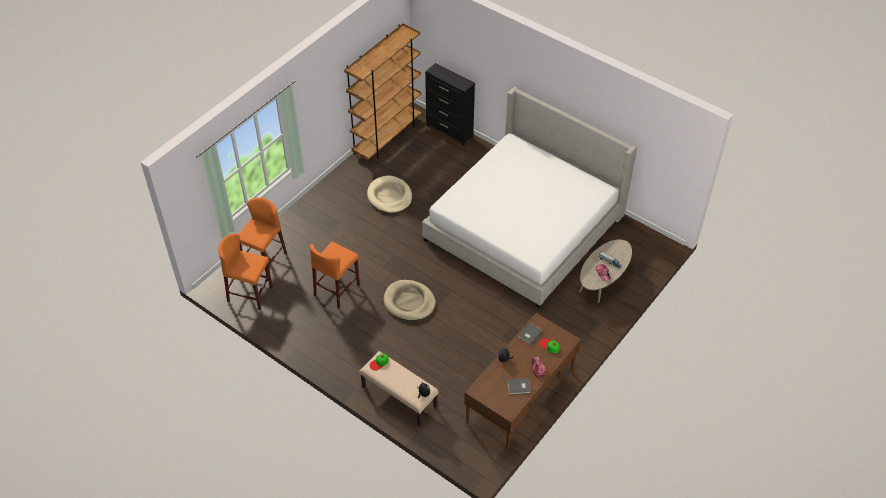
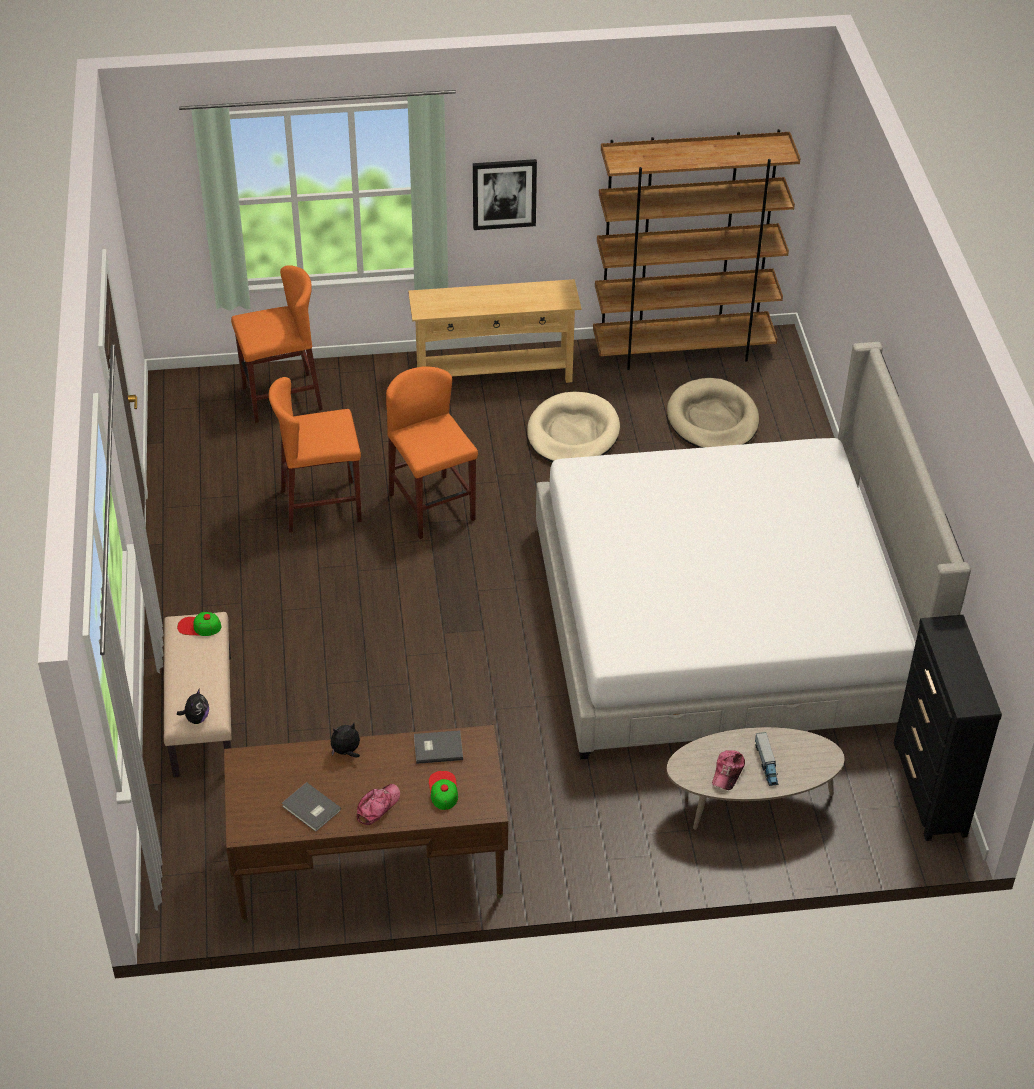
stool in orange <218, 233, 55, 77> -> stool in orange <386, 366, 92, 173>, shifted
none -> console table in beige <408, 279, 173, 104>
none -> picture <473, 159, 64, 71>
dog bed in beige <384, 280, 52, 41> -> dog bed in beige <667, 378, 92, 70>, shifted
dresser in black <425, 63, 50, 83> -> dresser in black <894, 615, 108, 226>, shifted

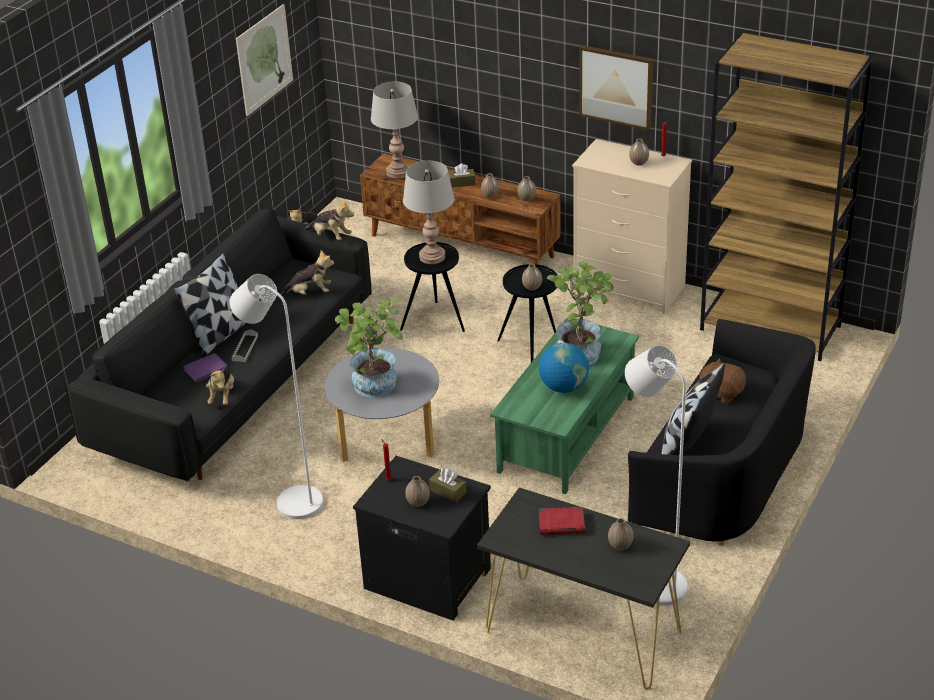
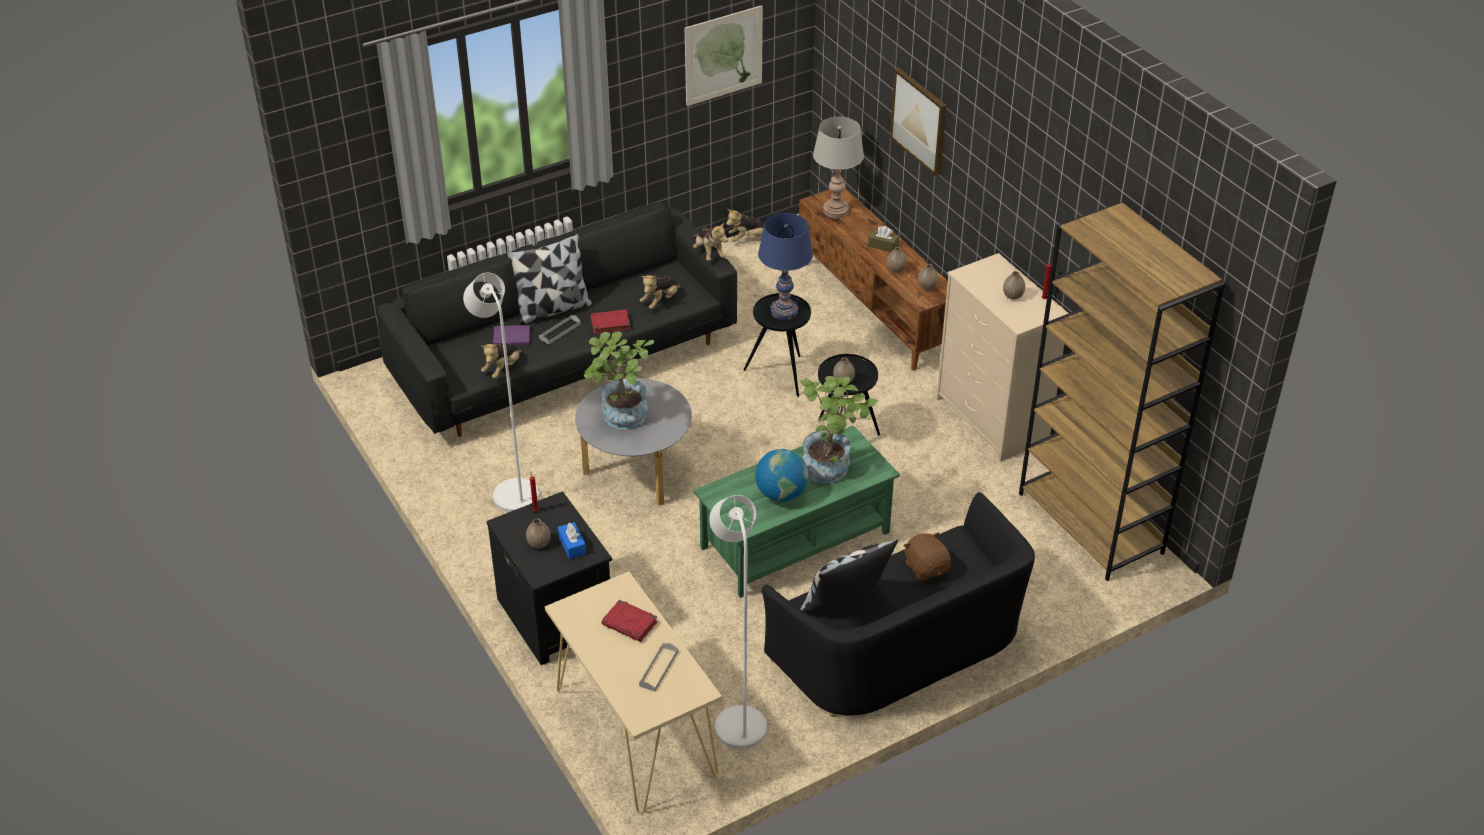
console table in black <477, 487, 213, 202> -> console table in beige <545, 572, 177, 242>
tissue box in brown <429, 469, 38, 33> -> tissue box in blue <558, 522, 28, 37>
none -> book in red <591, 309, 40, 25>
vase <608, 518, 25, 32> -> tray in grey <639, 643, 39, 48>
plush toy <280, 250, 54, 46> -> plush toy <640, 275, 41, 34>, 105 degrees clockwise
table lamp in grey <403, 161, 52, 103> -> table lamp in blue <758, 213, 55, 107>
picture <579, 45, 74, 85> -> picture <890, 68, 57, 108>, shifted

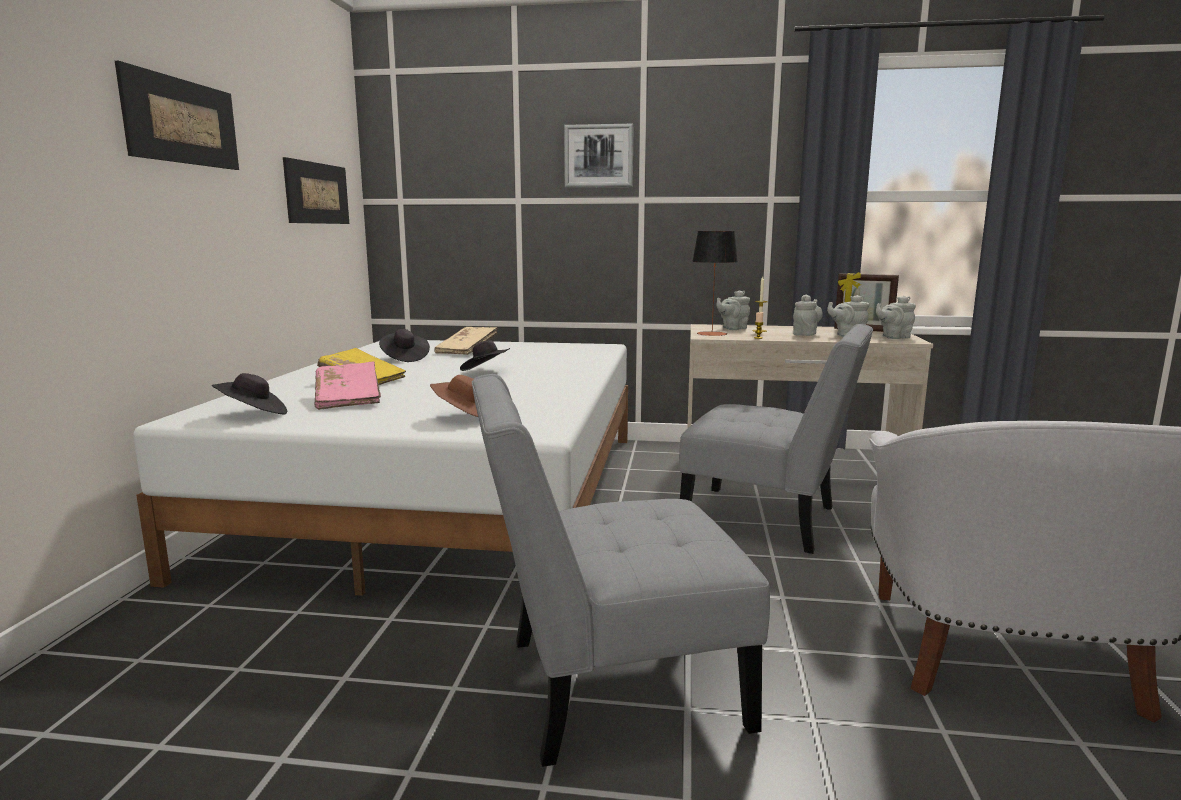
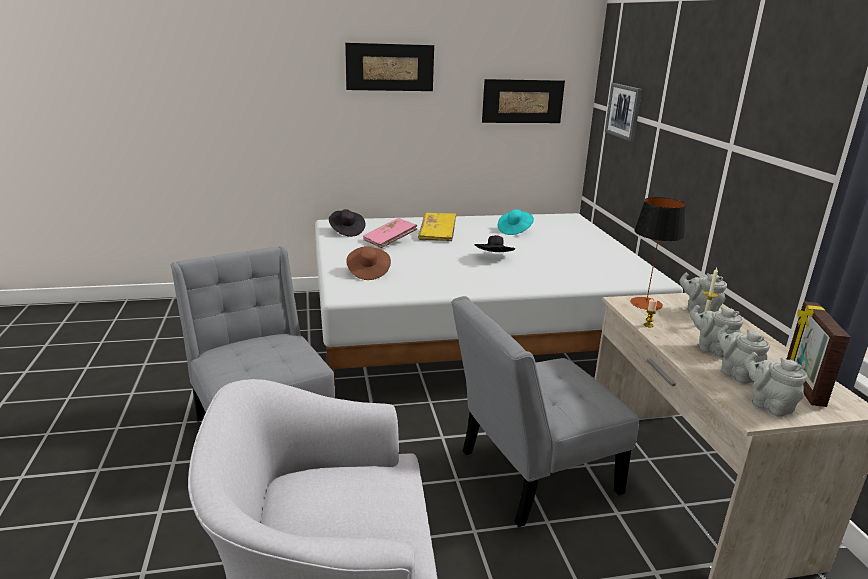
chair in grey <679, 324, 194, 230> -> chair in grey <451, 296, 188, 231>, 60 degrees clockwise
hat in black <379, 329, 51, 33> -> hat in turquoise <498, 209, 36, 26>
picture <564, 124, 70, 64> -> picture <605, 83, 37, 59>, shifted
teapot in grey <793, 294, 30, 42> -> teapot in grey <690, 305, 54, 52>, 150 degrees counterclockwise
book in beige <434, 327, 64, 28> -> none

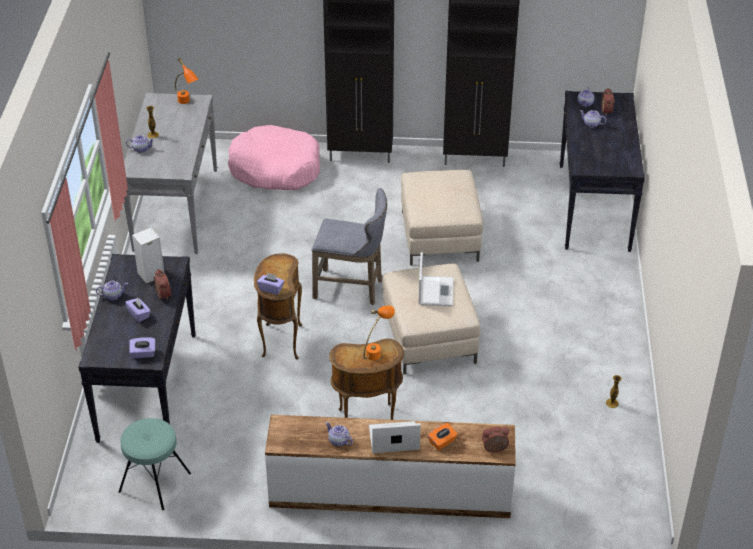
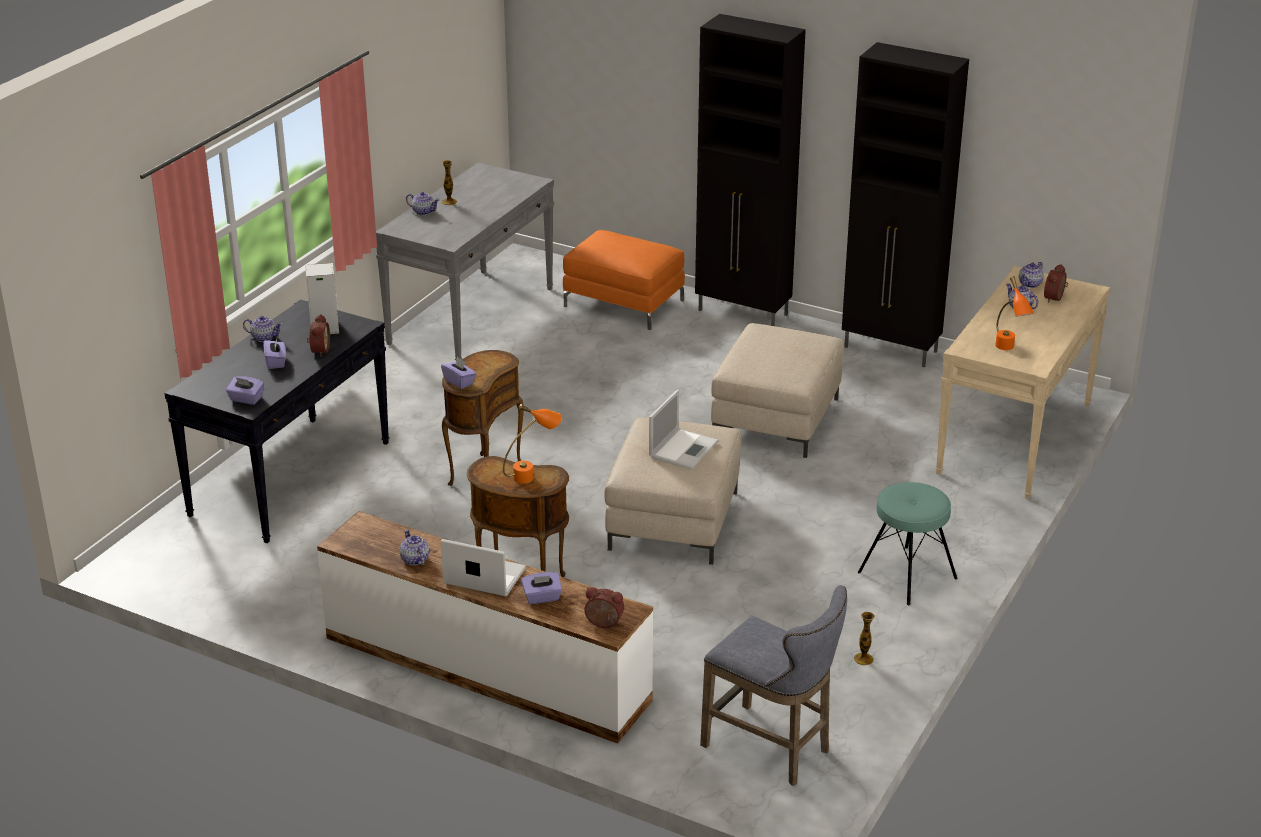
tissue box in orange <428, 423, 29, 27> -> tissue box in purple <521, 572, 41, 32>
dog bed in pink <228, 125, 92, 65> -> ottoman in orange <563, 230, 122, 100>
stool in grey <312, 188, 75, 117> -> stool in grey <700, 585, 147, 201>, shifted
stool in turquoise <118, 418, 73, 92> -> stool in turquoise <858, 482, 99, 123>, shifted
console table in black <560, 91, 85, 161> -> console table in beige <936, 266, 174, 233>
table lamp in orange <175, 58, 23, 46> -> table lamp in orange <995, 277, 38, 73>, shifted

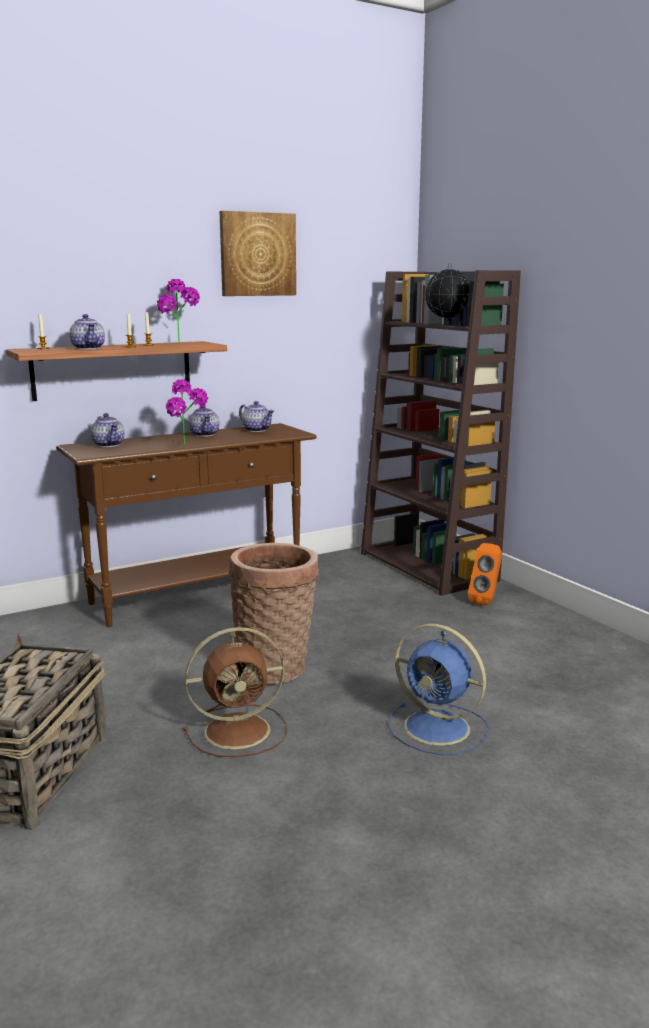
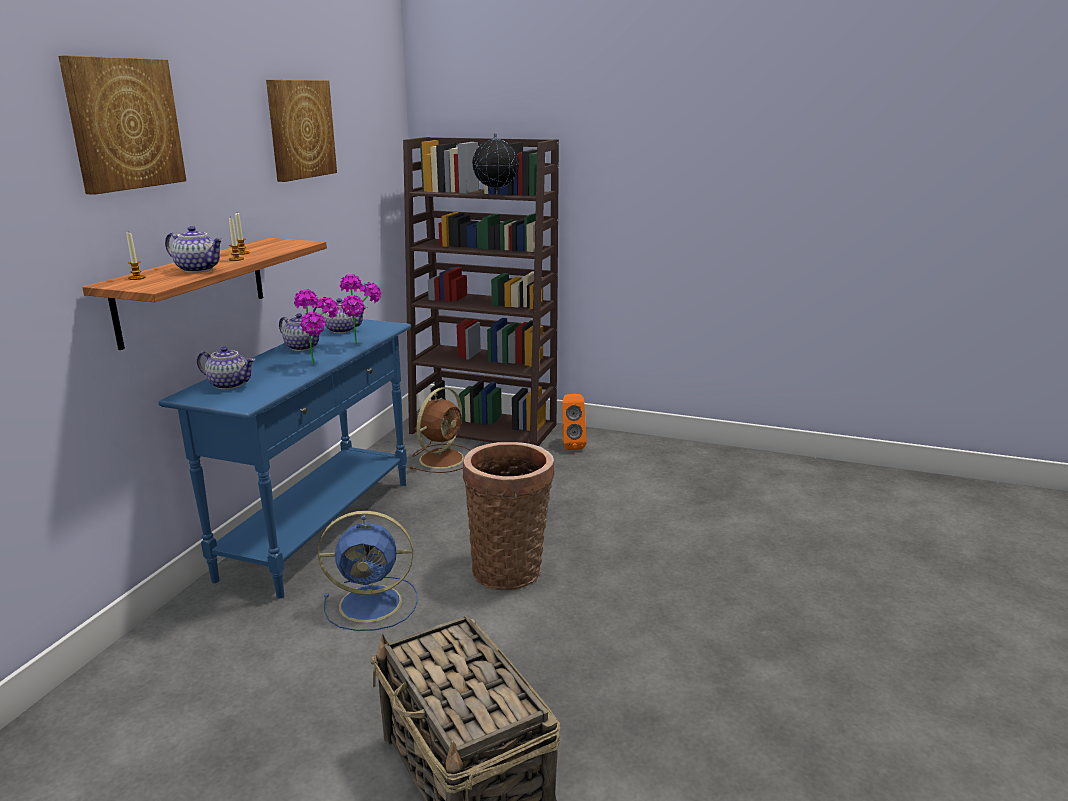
none -> picture <58, 56, 128, 139>
console table in brown <56, 423, 261, 204> -> console table in blue <159, 319, 252, 279>
fan in blue <388, 623, 101, 132> -> fan in blue <318, 511, 100, 120>, shifted
potted plant <157, 279, 43, 64> -> potted plant <340, 274, 41, 70>, shifted
fan in brown <183, 627, 104, 130> -> fan in brown <409, 387, 62, 86>, shifted

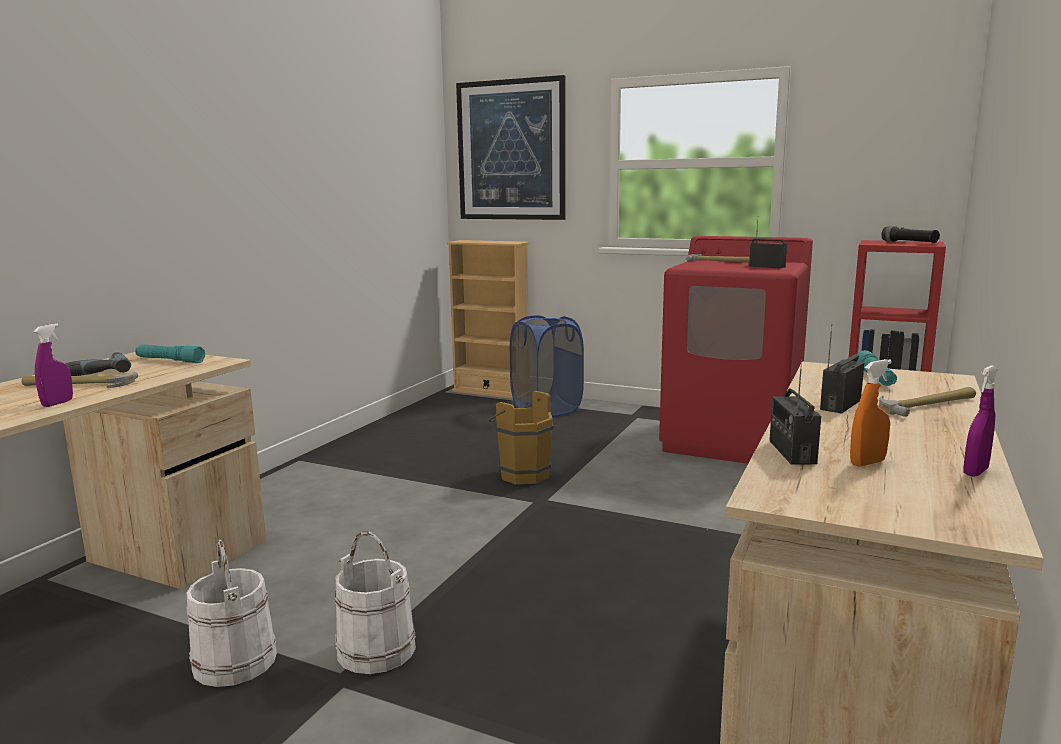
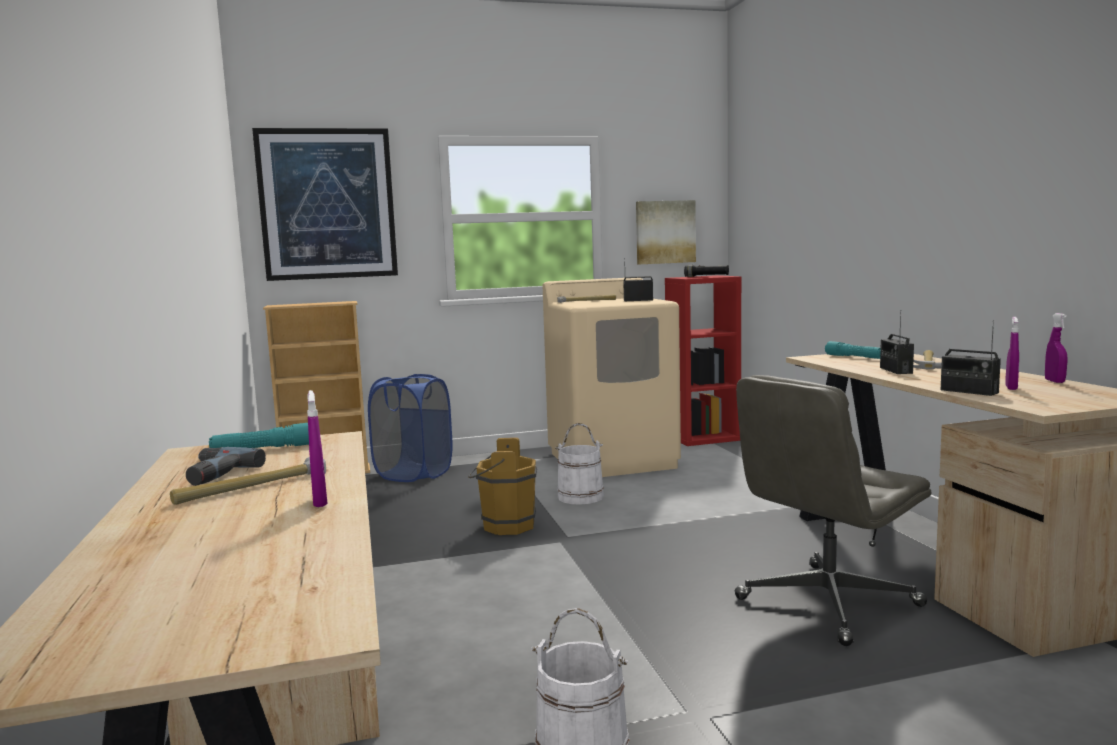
washing machine in red <659, 236, 154, 228> -> washing machine in beige <543, 278, 138, 199>
bucket in white <335, 531, 81, 143> -> bucket in white <555, 423, 49, 82>, shifted
none -> picture <636, 200, 60, 64>
none -> office chair in grey <735, 375, 196, 271>
spray bottle in orange <850, 359, 42, 107> -> spray bottle in purple <1005, 317, 14, 73>

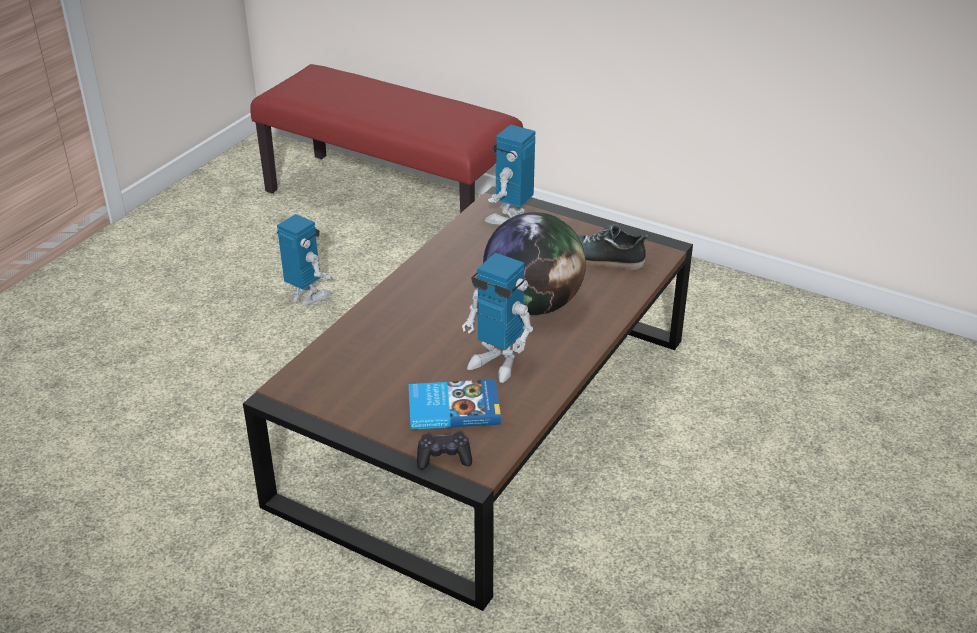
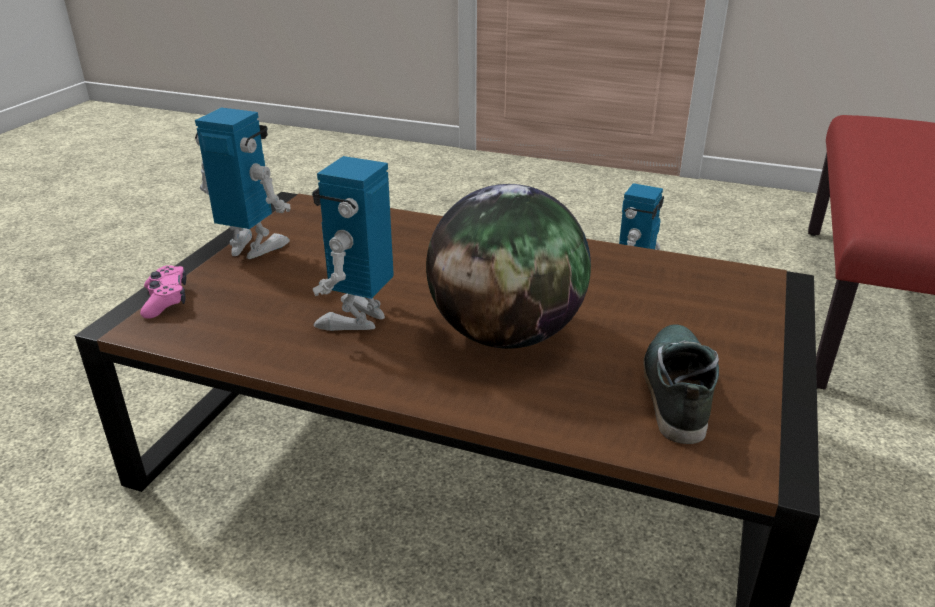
game controller in black <417, 432, 55, 38> -> game controller in pink <140, 265, 46, 54>
toy robot <484, 124, 52, 101> -> toy robot <195, 108, 96, 151>, shifted
book <409, 379, 92, 51> -> none

